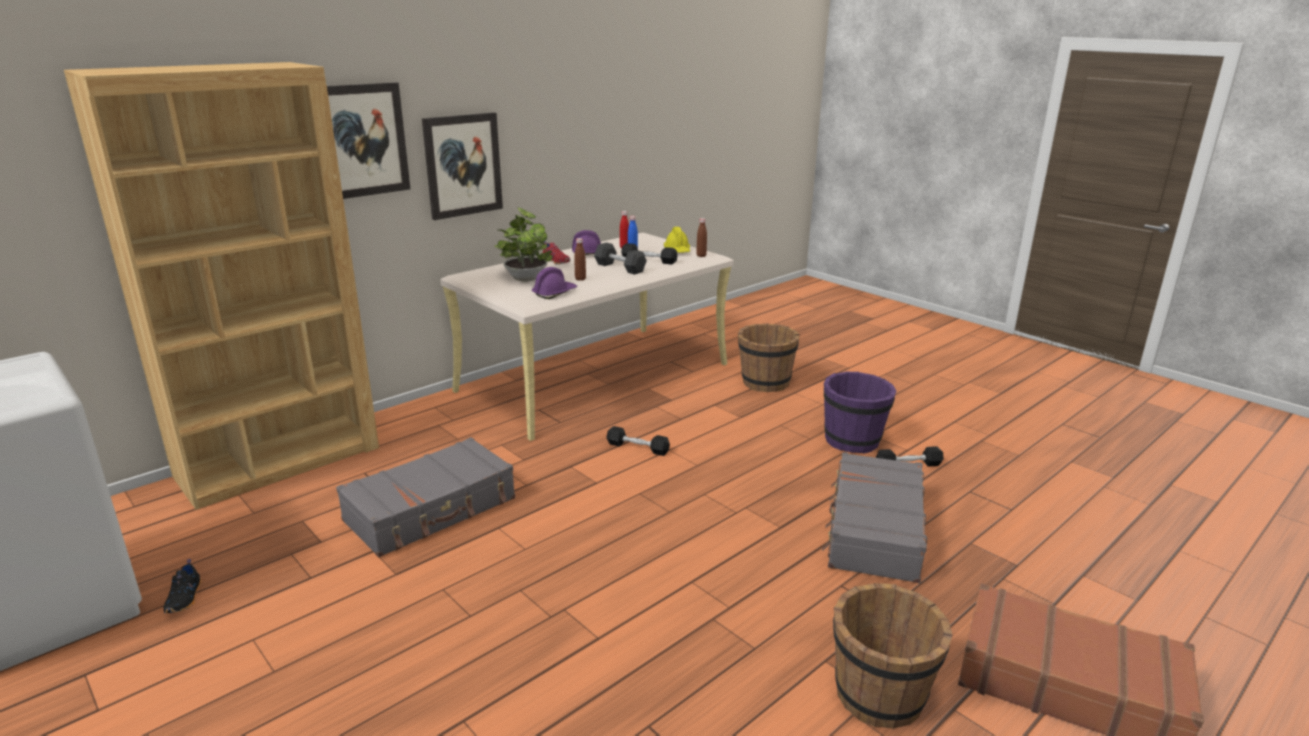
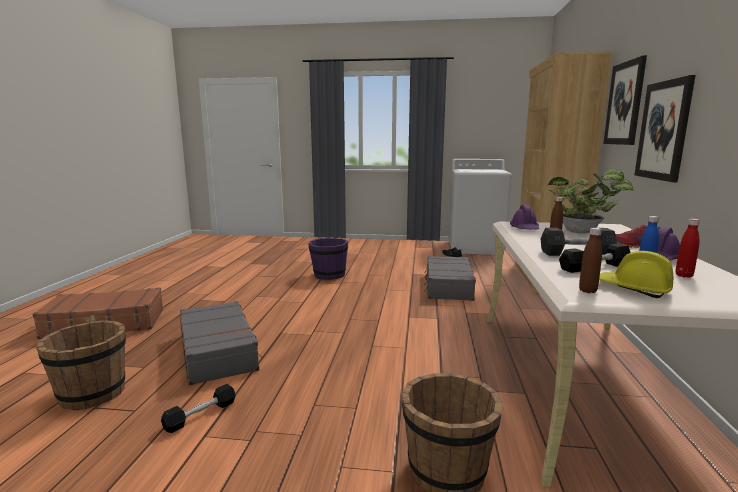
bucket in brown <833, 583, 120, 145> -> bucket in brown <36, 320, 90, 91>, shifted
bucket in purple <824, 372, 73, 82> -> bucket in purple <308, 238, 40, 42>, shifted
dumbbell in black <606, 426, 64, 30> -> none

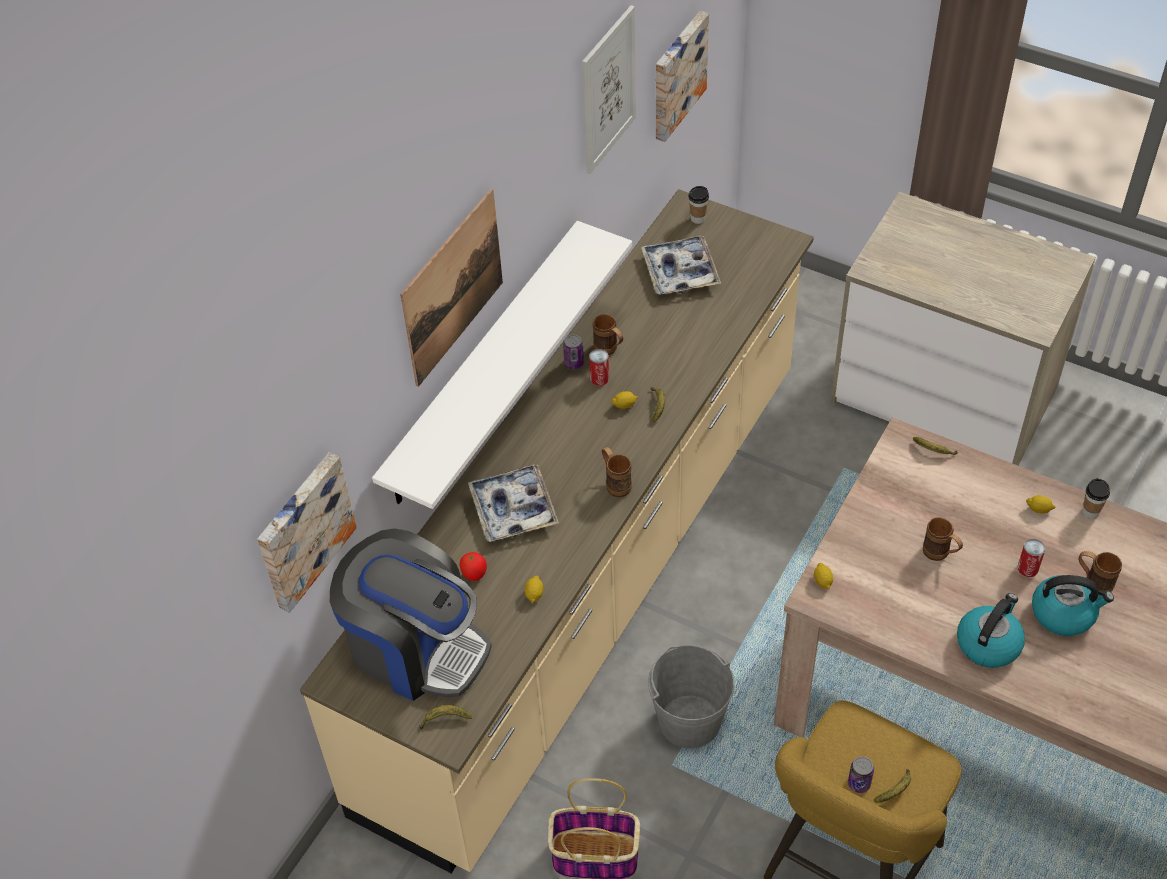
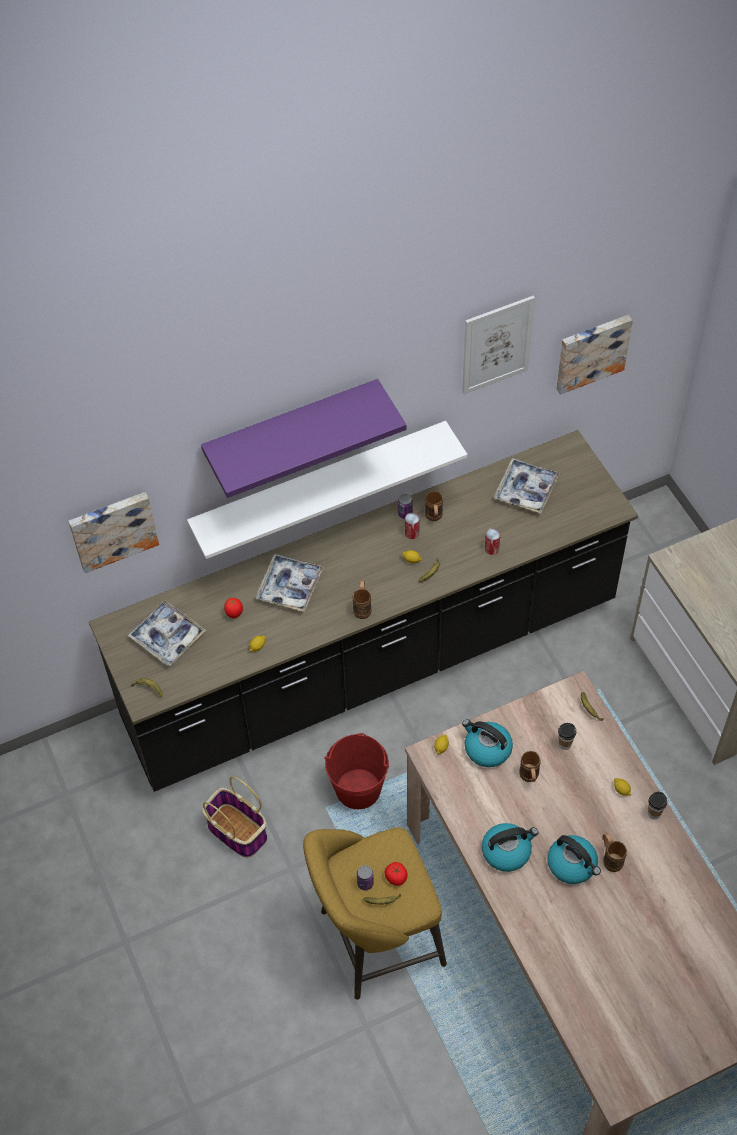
counter in beige <300, 189, 514, 685> -> counter in black <89, 430, 549, 362>
coffee machine <330, 529, 162, 172> -> tray <127, 600, 79, 66>
picture <400, 189, 103, 198> -> shelf in purple <201, 379, 205, 119>
bucket in grey <648, 645, 86, 103> -> bucket in red <324, 733, 65, 76>
none -> tomato <385, 862, 23, 24>
none -> kettle <462, 719, 51, 48>
can <1018, 539, 27, 38> -> can <485, 528, 15, 27>, shifted
cup <688, 186, 21, 38> -> cup <558, 723, 18, 27>, shifted

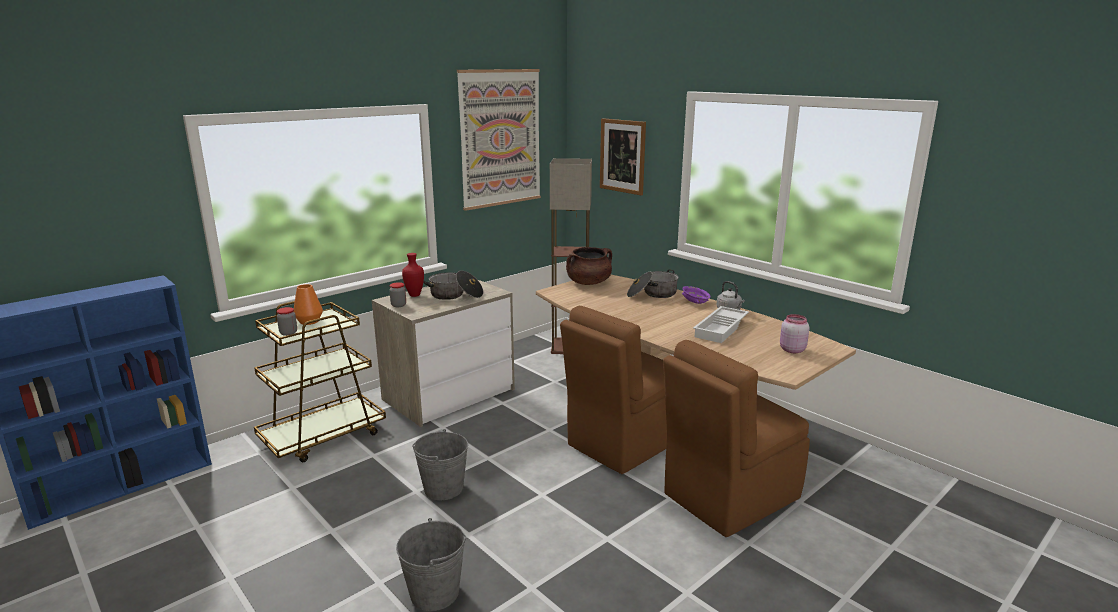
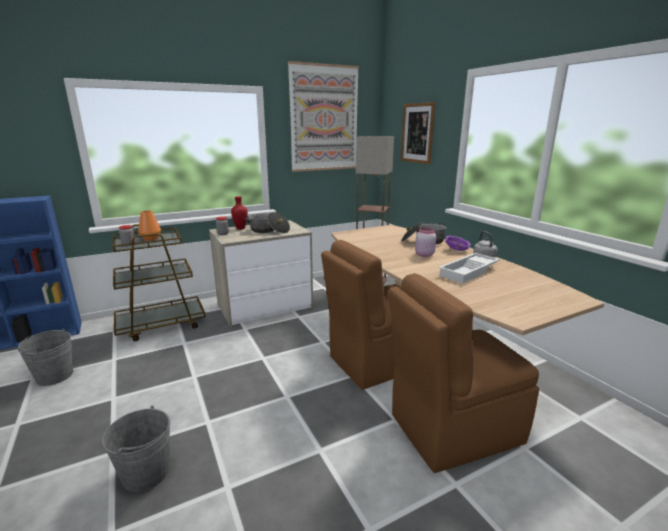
bucket in grey <412, 429, 56, 71> -> bucket in grey <18, 329, 55, 57>, shifted
jar in pink <780, 314, 29, 39> -> jar in pink <415, 228, 21, 29>, shifted
cooking pot in brown <566, 247, 46, 38> -> none

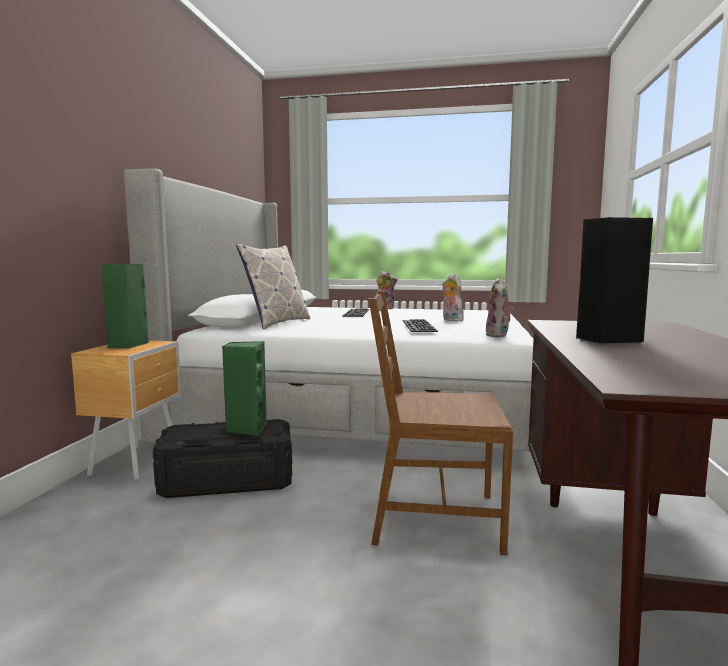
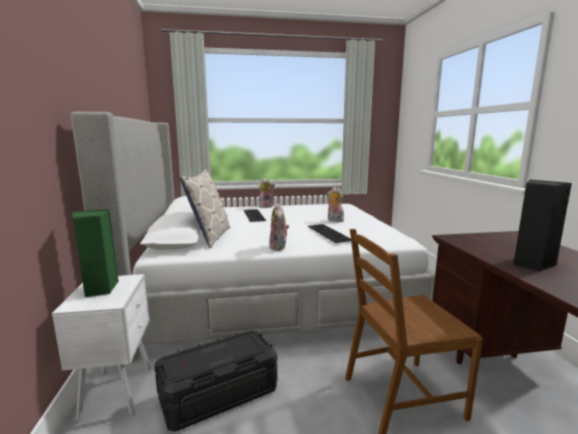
nightstand in brown <71, 340, 110, 141> -> nightstand in white <52, 274, 99, 148>
plush toy <485, 277, 29, 60> -> plush toy <269, 203, 20, 48>, shifted
speaker in green <222, 341, 45, 95> -> none

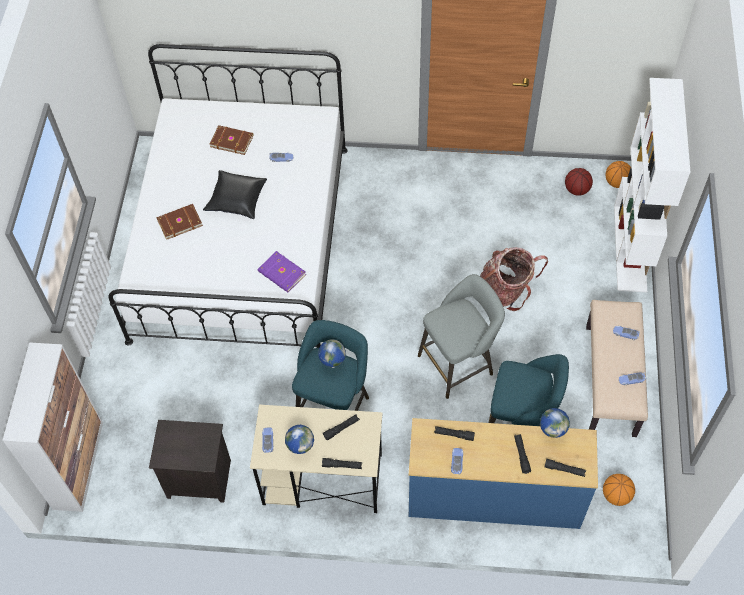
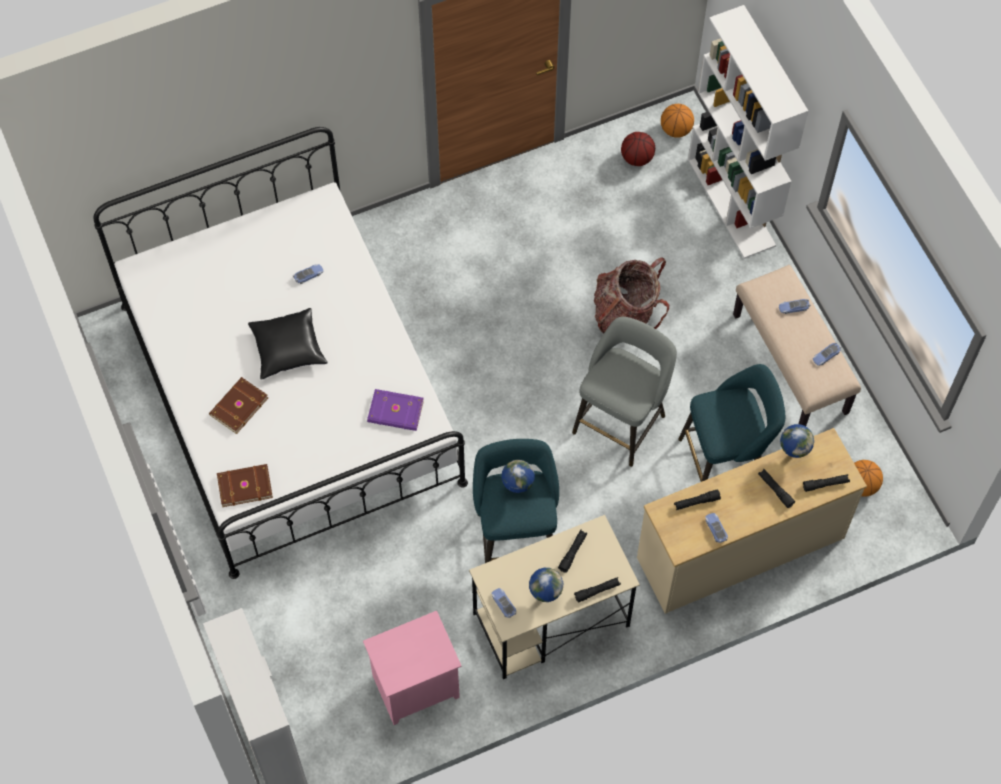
book in brown <210, 125, 43, 30> -> book in brown <217, 464, 56, 43>, shifted
nightstand in black <149, 420, 82, 83> -> nightstand in pink <363, 611, 99, 114>
dresser in blue <409, 418, 189, 111> -> dresser in beige <637, 428, 230, 186>

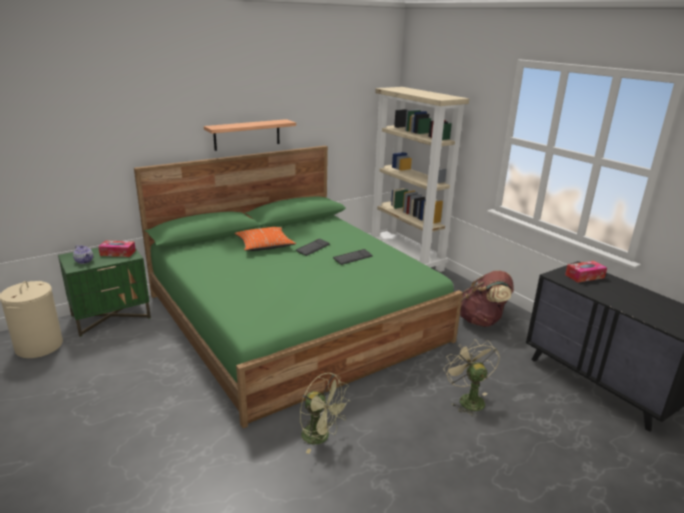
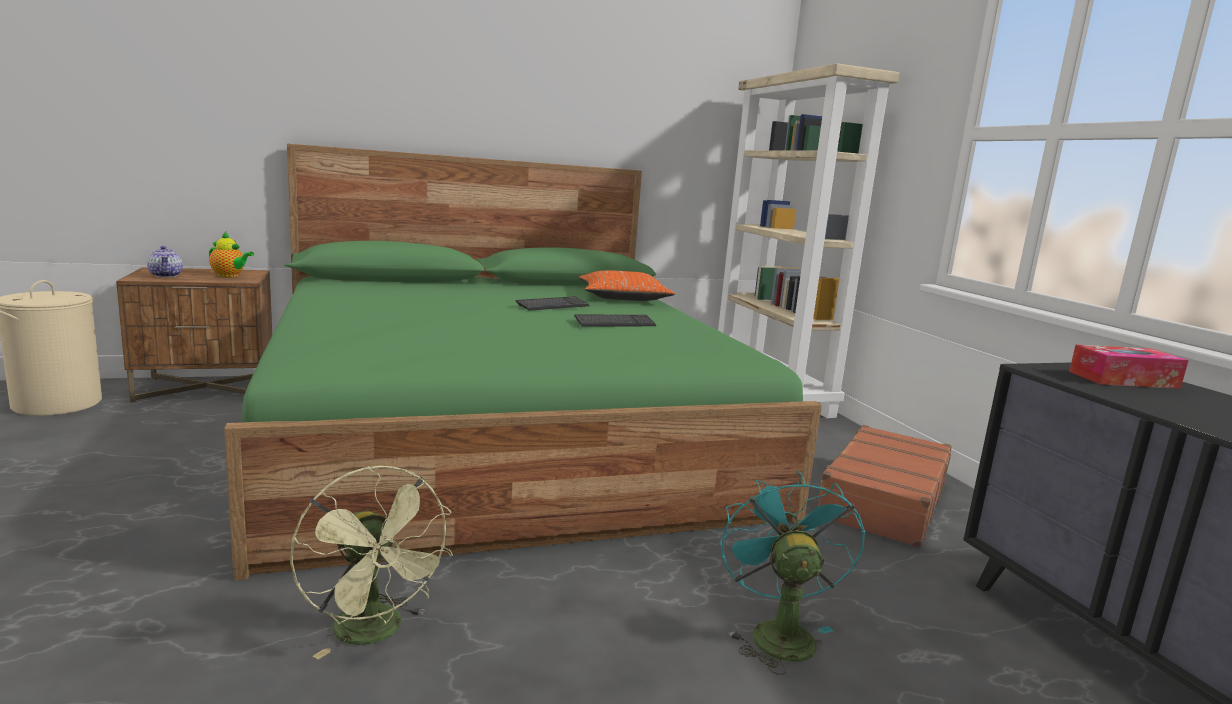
nightstand in green <58, 247, 93, 90> -> nightstand in brown <116, 267, 156, 136>
tissue box <98, 240, 38, 17> -> teapot <209, 232, 45, 45>
pillow in orange <235, 227, 61, 24> -> pillow in orange <579, 270, 96, 31>, shifted
fan in beige <444, 339, 56, 78> -> fan in turquoise <720, 471, 145, 204>
backpack in brown <460, 271, 54, 56> -> suitcase in brown <813, 425, 139, 123>
shelf <204, 119, 92, 32> -> none

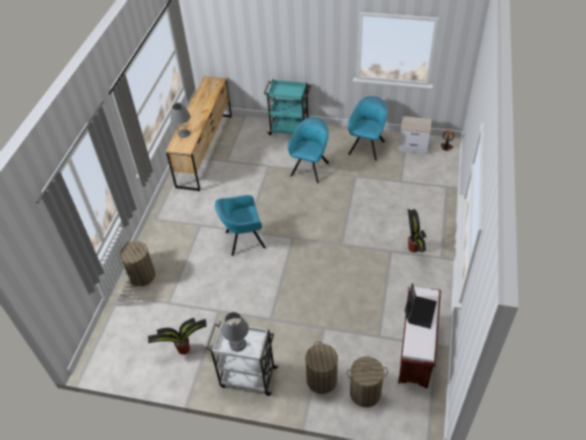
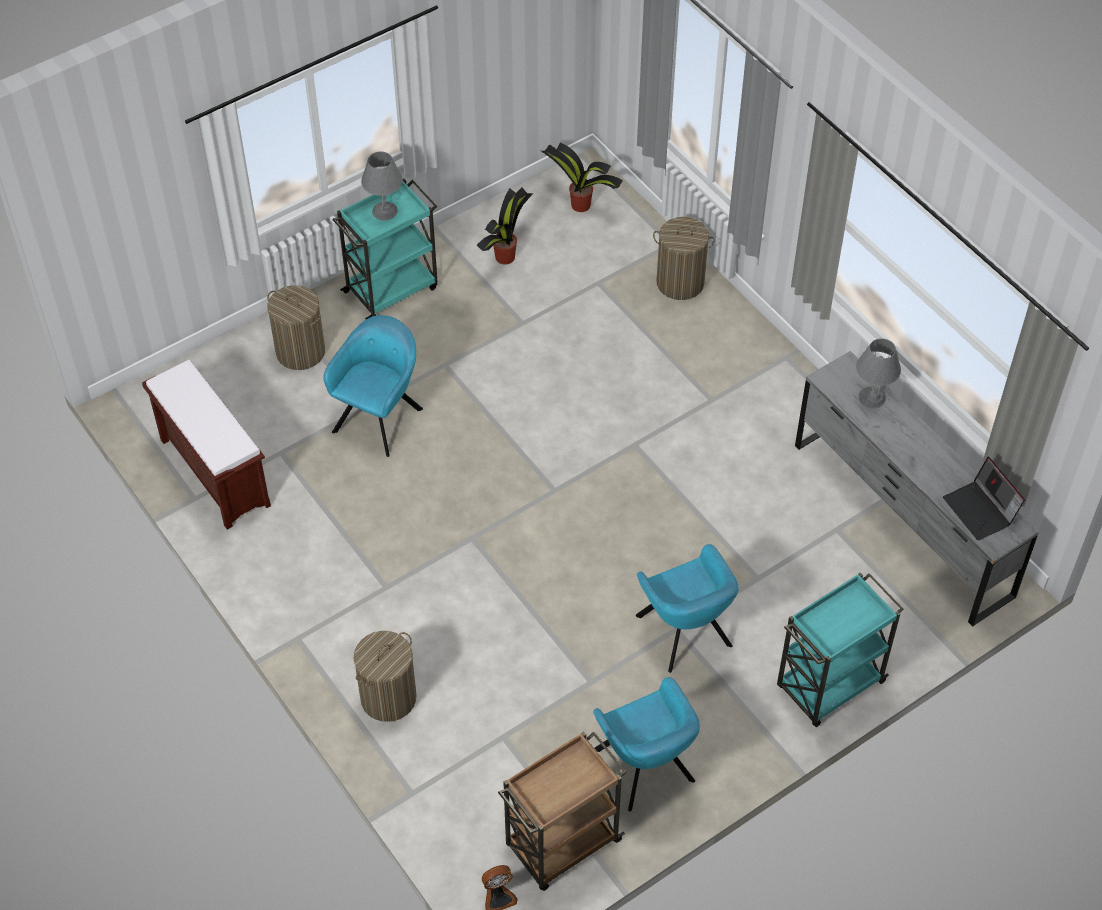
armchair in turquoise <215, 195, 51, 61> -> armchair in turquoise <323, 315, 100, 142>, shifted
cart in white <206, 321, 73, 75> -> cart in turquoise <332, 179, 106, 140>
laundry basket <347, 356, 41, 51> -> laundry basket <354, 631, 62, 91>, shifted
nightstand <399, 116, 33, 38> -> cart in brown <498, 731, 129, 160>
potted plant <408, 209, 19, 43> -> potted plant <541, 142, 82, 70>, shifted
dresser in brown <166, 76, 66, 115> -> dresser in grey <795, 351, 244, 276>
laptop <405, 283, 32, 46> -> laptop <943, 457, 82, 83>, shifted

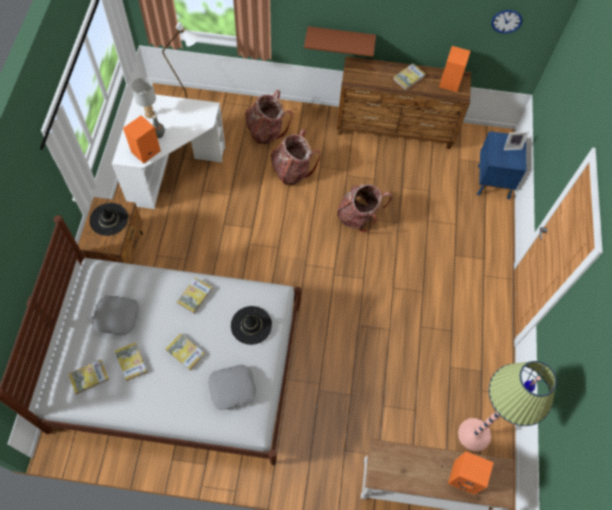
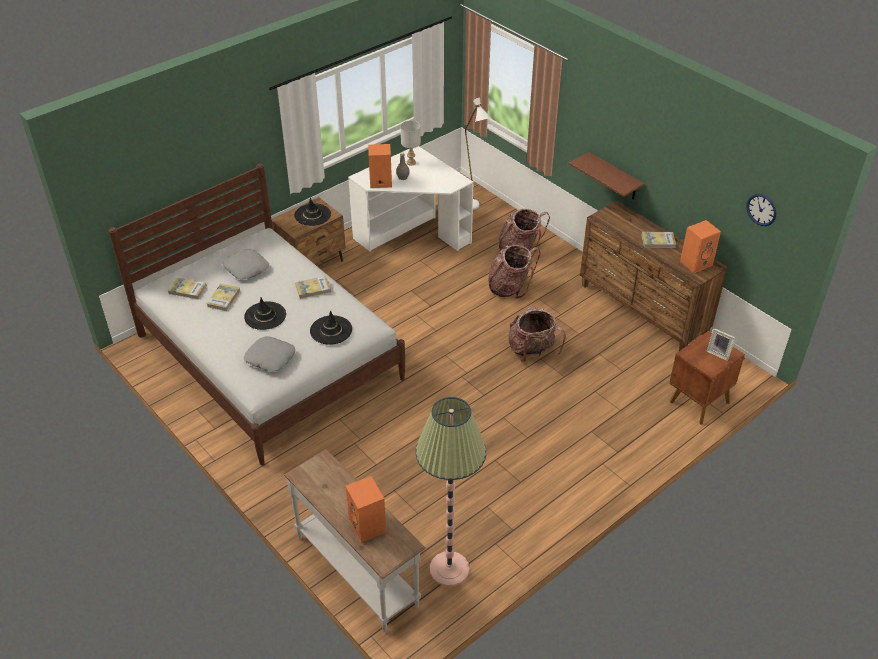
book <166, 333, 39, 38> -> hat in black <244, 298, 42, 32>
nightstand in blue <477, 131, 49, 69> -> nightstand in brown <669, 331, 76, 94>

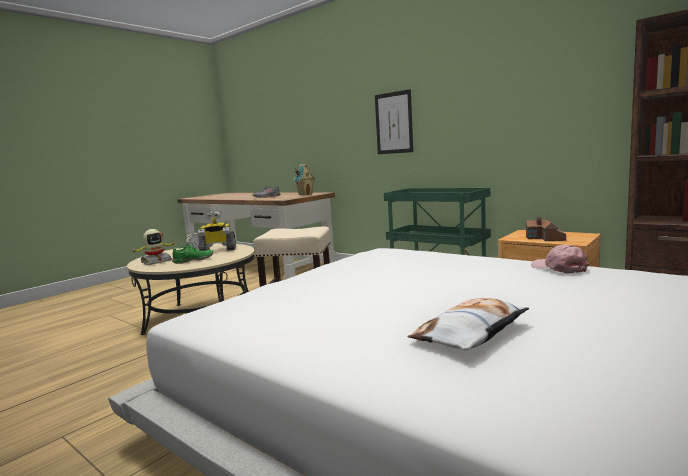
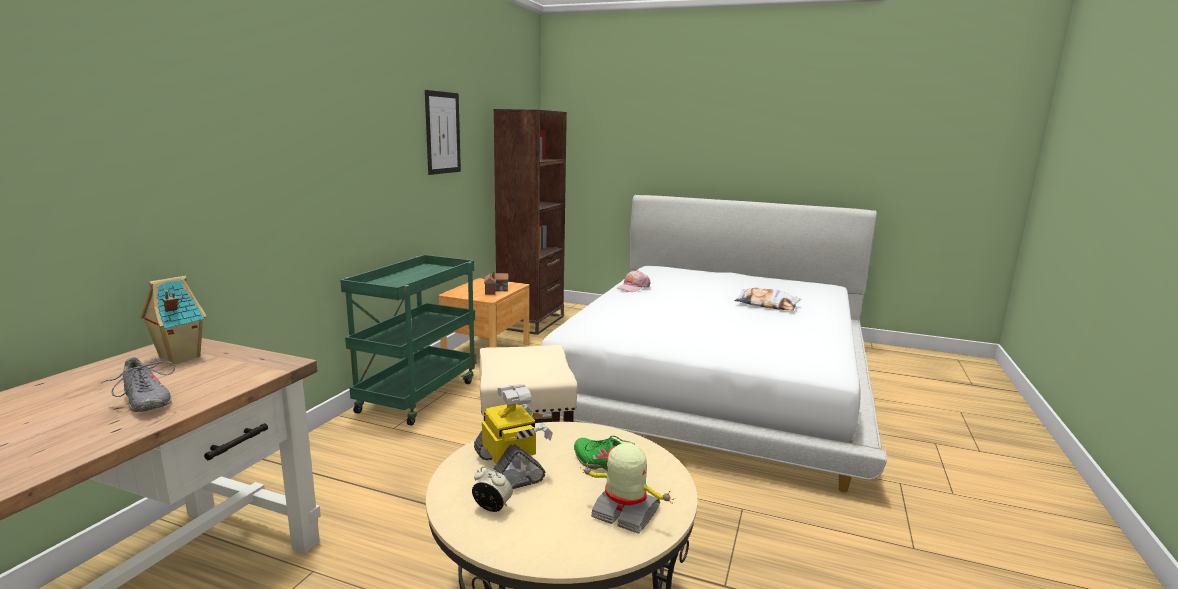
picture <375, 89, 38, 65> -> picture <425, 90, 36, 85>, shifted

